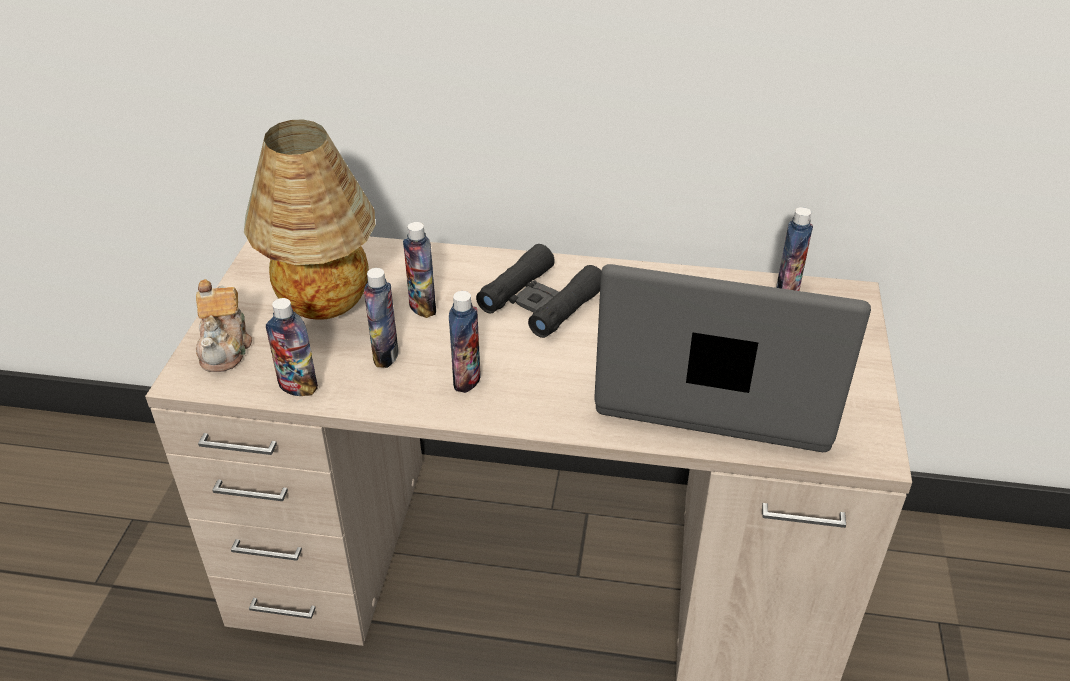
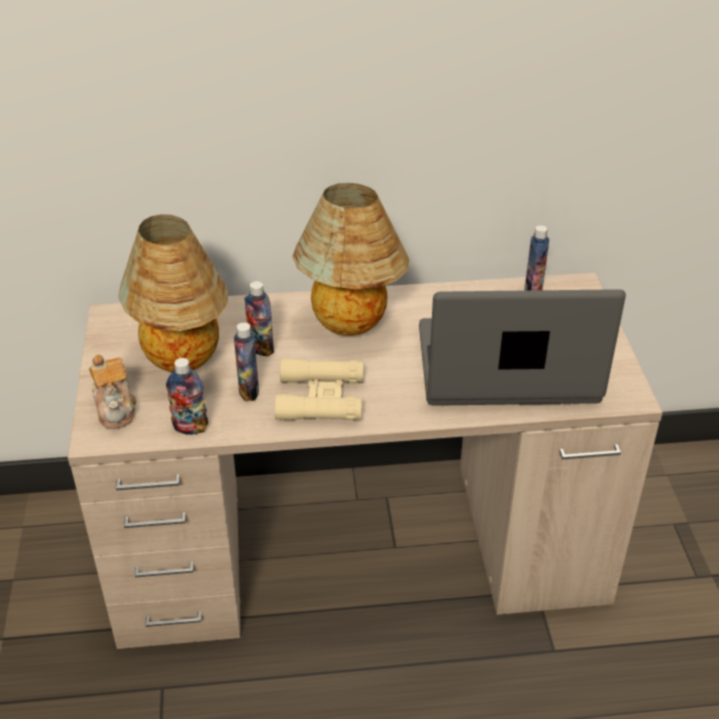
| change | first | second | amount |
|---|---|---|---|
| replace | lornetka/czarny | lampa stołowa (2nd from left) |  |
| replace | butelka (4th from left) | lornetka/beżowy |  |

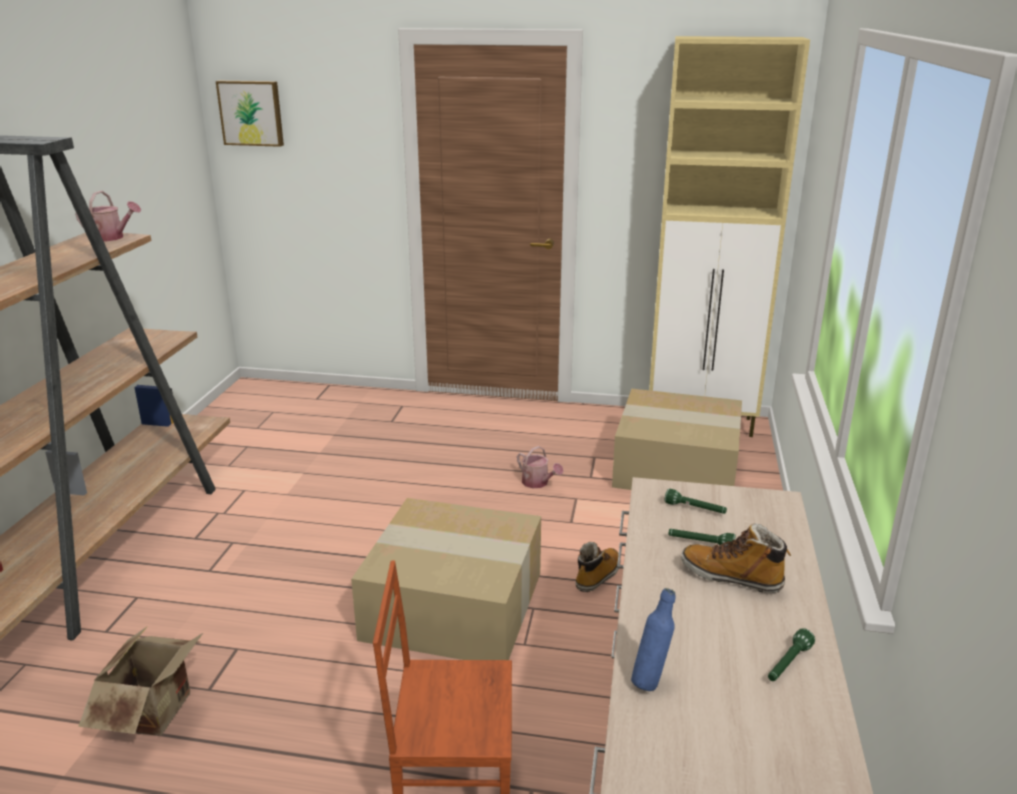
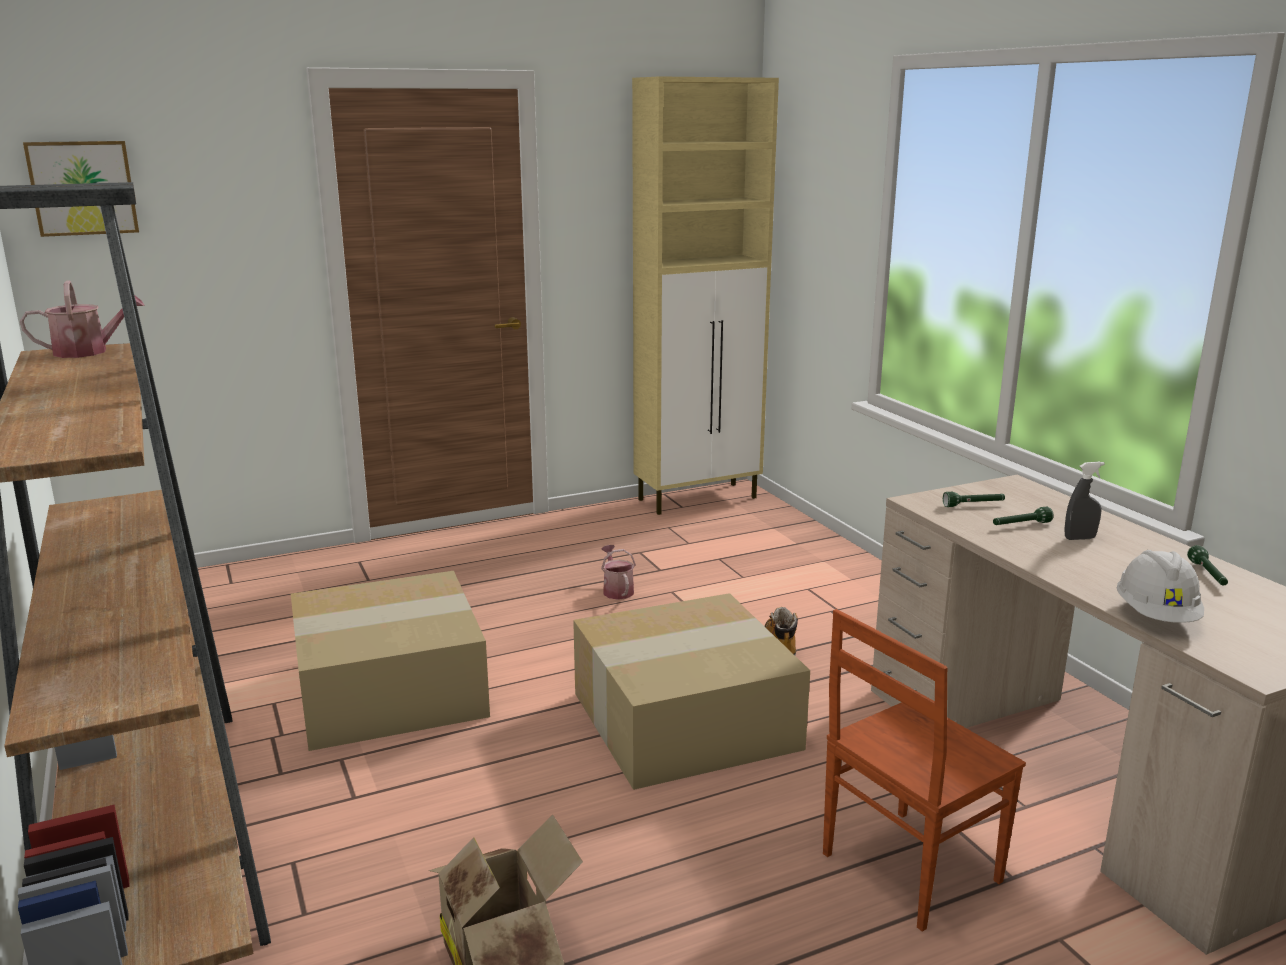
| change | first | second | amount |
|---|---|---|---|
| move | karton (3rd from left in the first image) | karton (1st from left) |  |
| rotate | konewka (2nd from left) |  | 120 degrees counterclockwise |
| replace | but z cholewką (2nd from left) | spryskiwacz/szary |  |
| replace | butelka/niebieski | kask/biały |  |

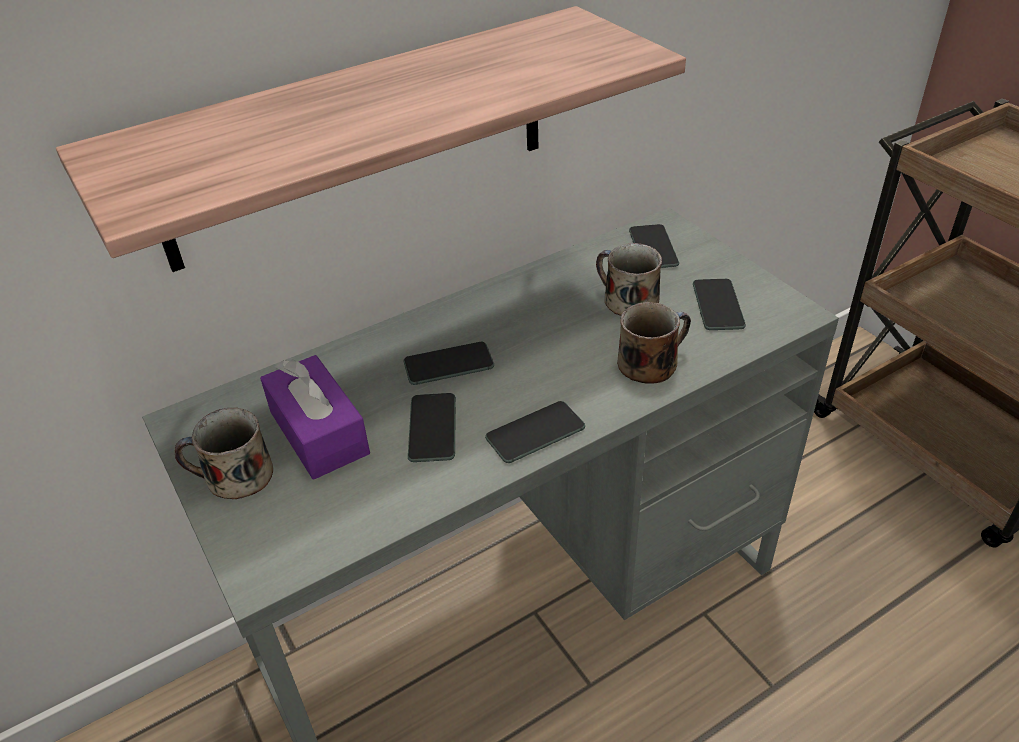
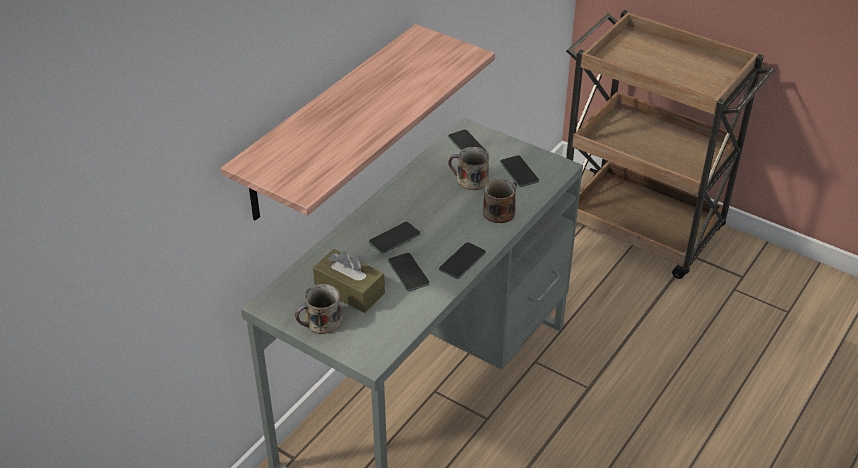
| change | first | second | amount |
|---|---|---|---|
| recolor | pudełko chusteczek/fioletowy | pudełko chusteczek/brązowy |  |

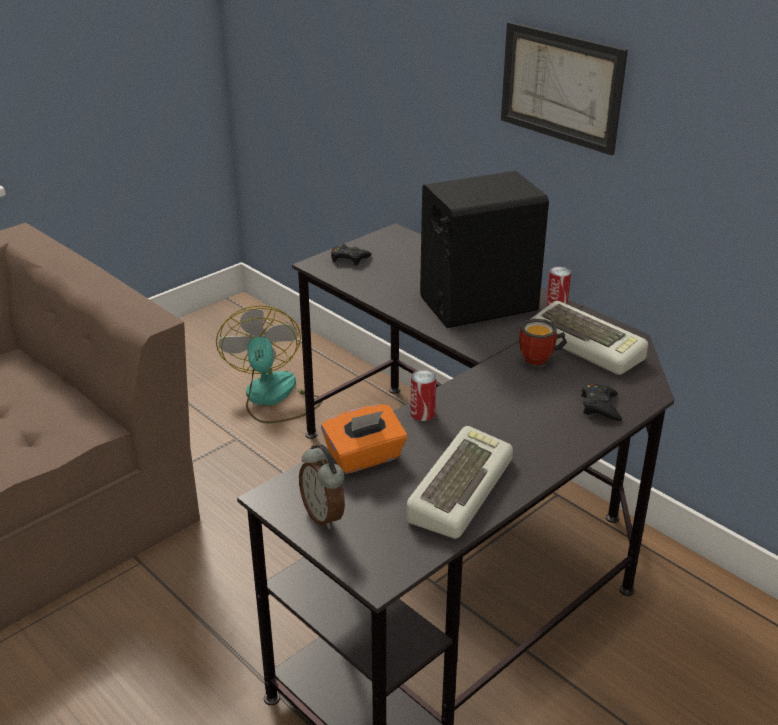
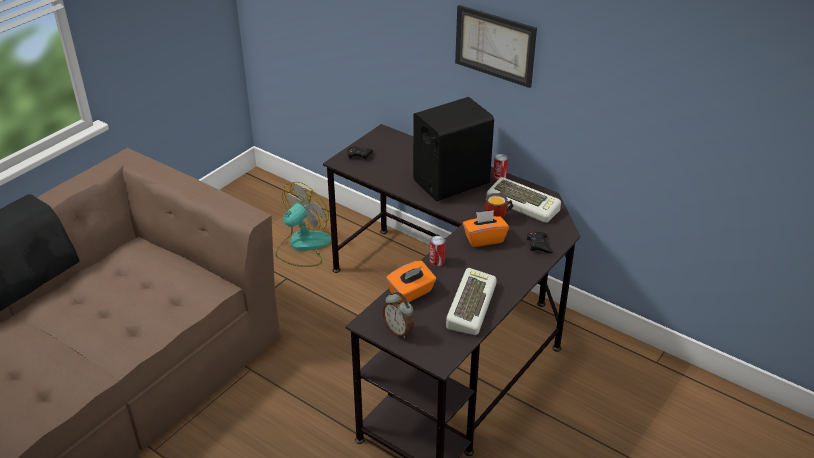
| change | first | second | amount |
|---|---|---|---|
| rotate | wentylator |  | 60 degrees clockwise |
| insert |  | pudełko chusteczek/pomarańczowy (2nd from left) |  |

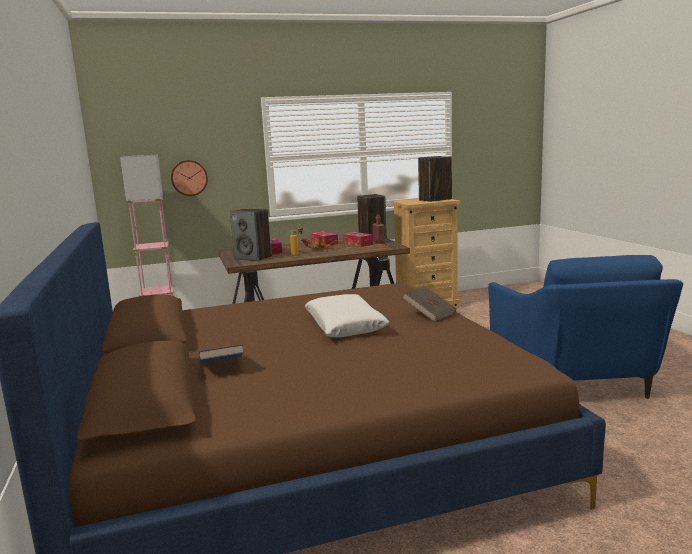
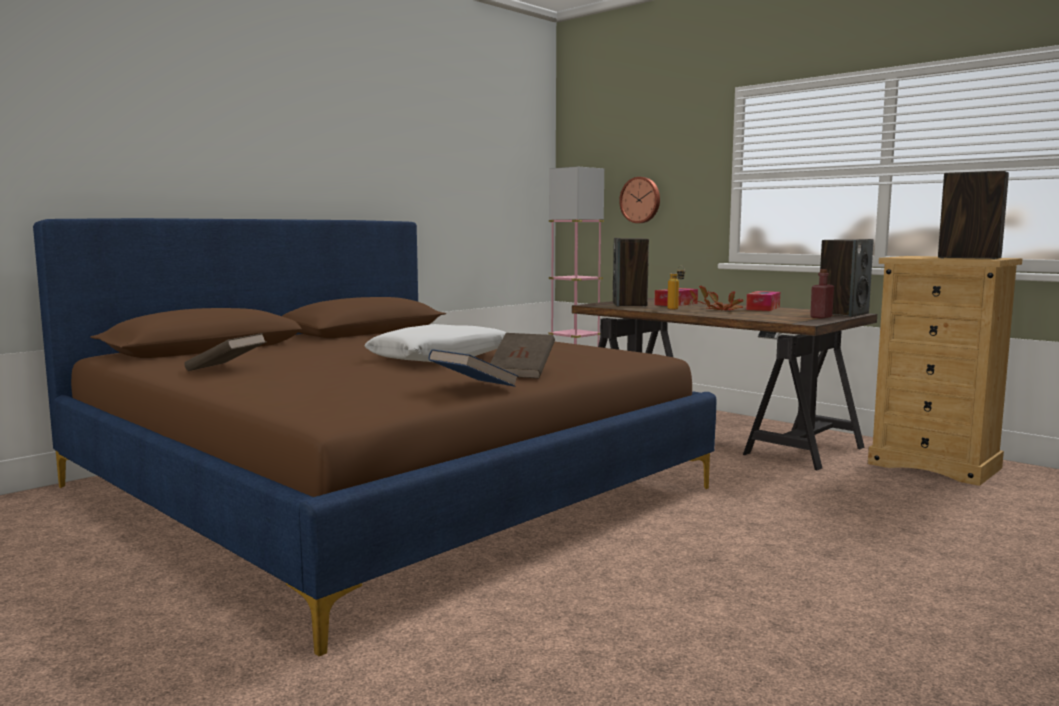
| change | first | second | amount |
|---|---|---|---|
| delete | pudełko chusteczek (3rd from left) |  |  |
| delete | fotel/niebieski |  |  |
| move | książka/niebieski |  |  |
| insert |  | książka/brązowy (1st from left) |  |

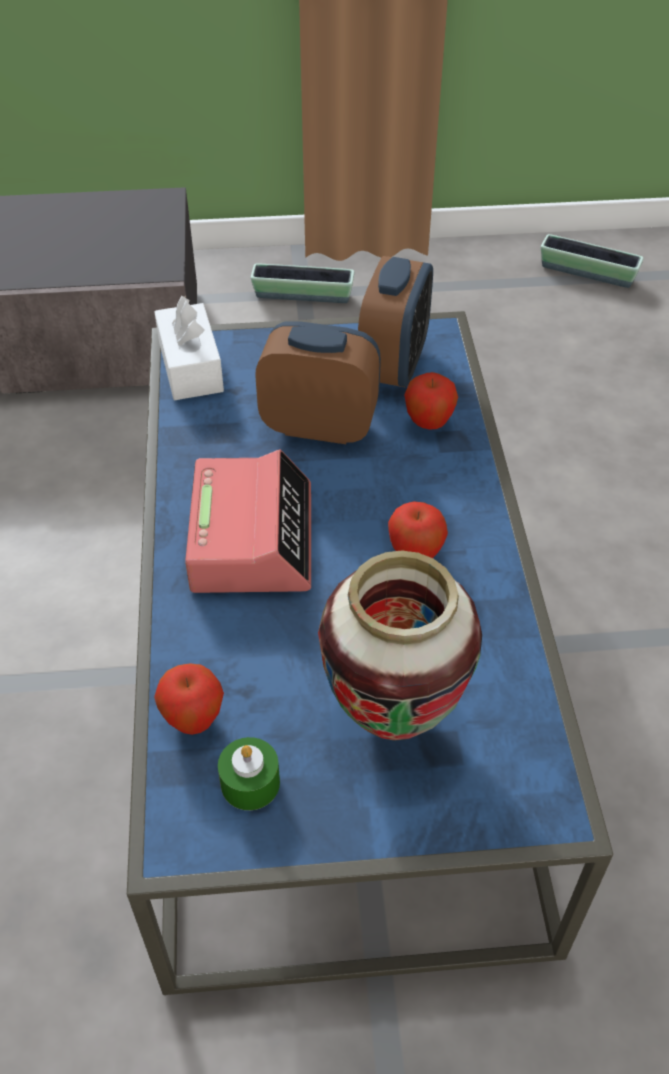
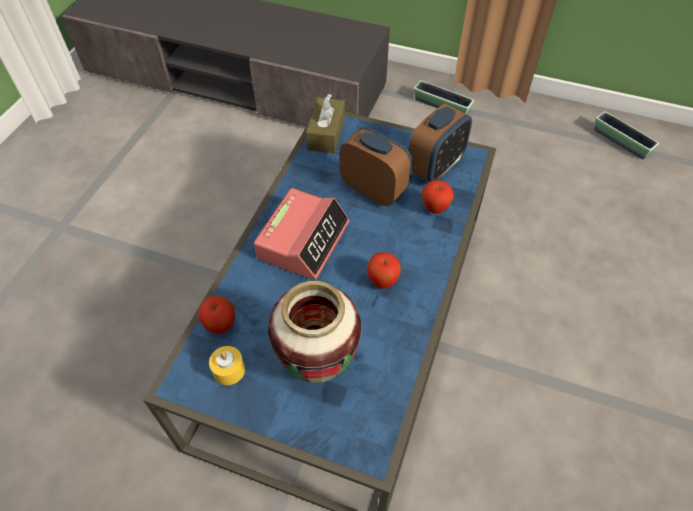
| change | first | second | amount |
|---|---|---|---|
| recolor | pudełko chusteczek/biały | pudełko chusteczek/brązowy |  |
| recolor | świeca/zielony | świeca/żółty |  |

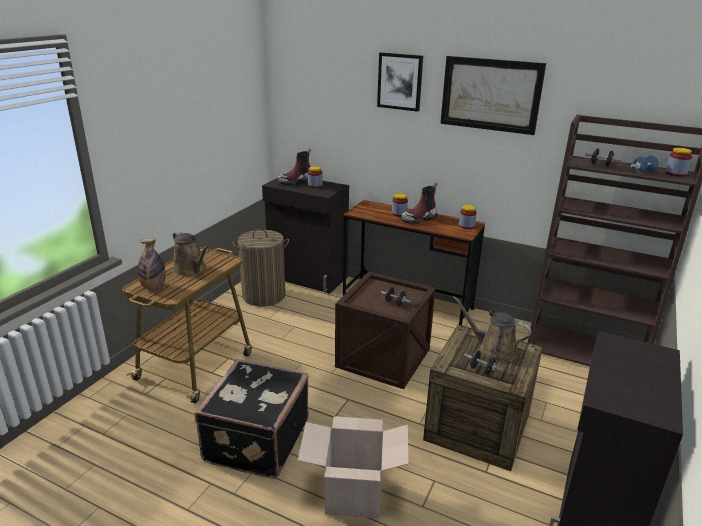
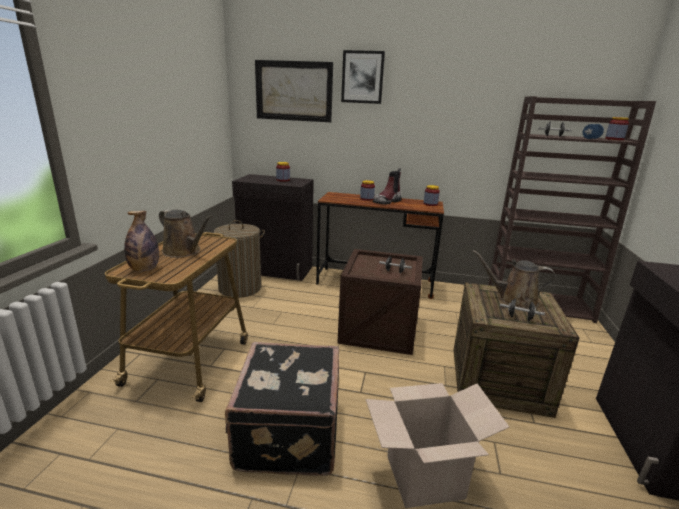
| change | first | second | amount |
|---|---|---|---|
| move | obraz (2nd from left in the first image) | obraz (1st from left) |  |
| delete | but z cholewką (1st from left) |  |  |

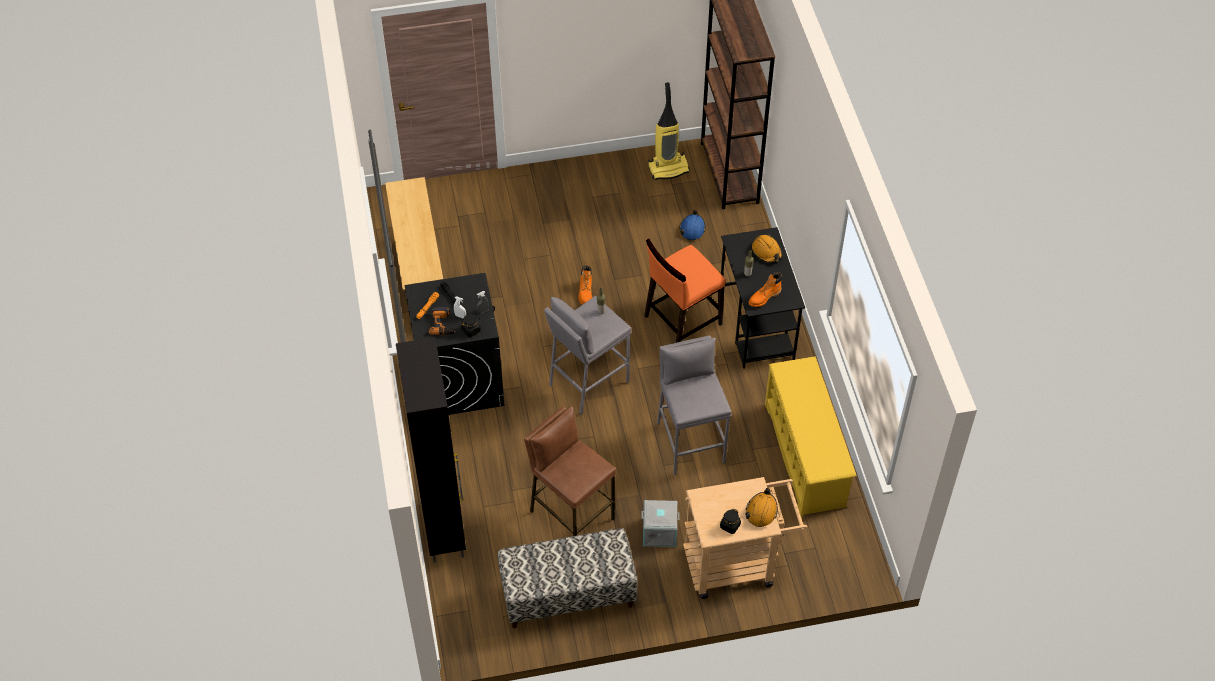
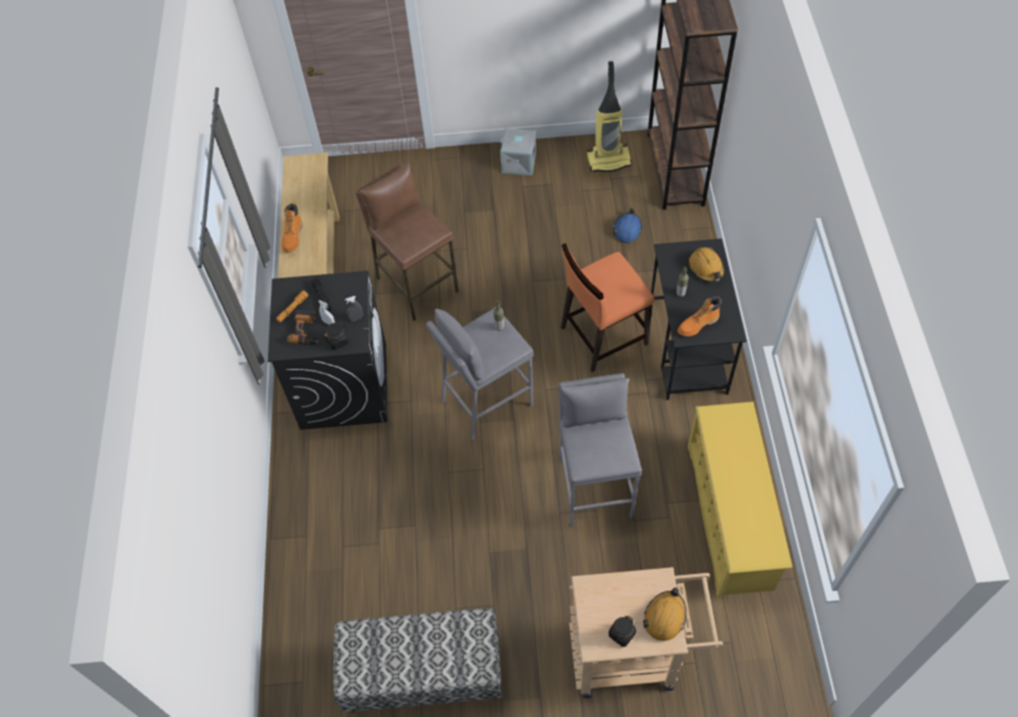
| change | first | second | amount |
|---|---|---|---|
| move | but z cholewką/pomarańczowy (1st from left) |  |  |
| delete | szafka/czarny |  |  |
| move | stołek/brązowy |  |  |
| move | pojemnik do przechowywania/szary |  |  |

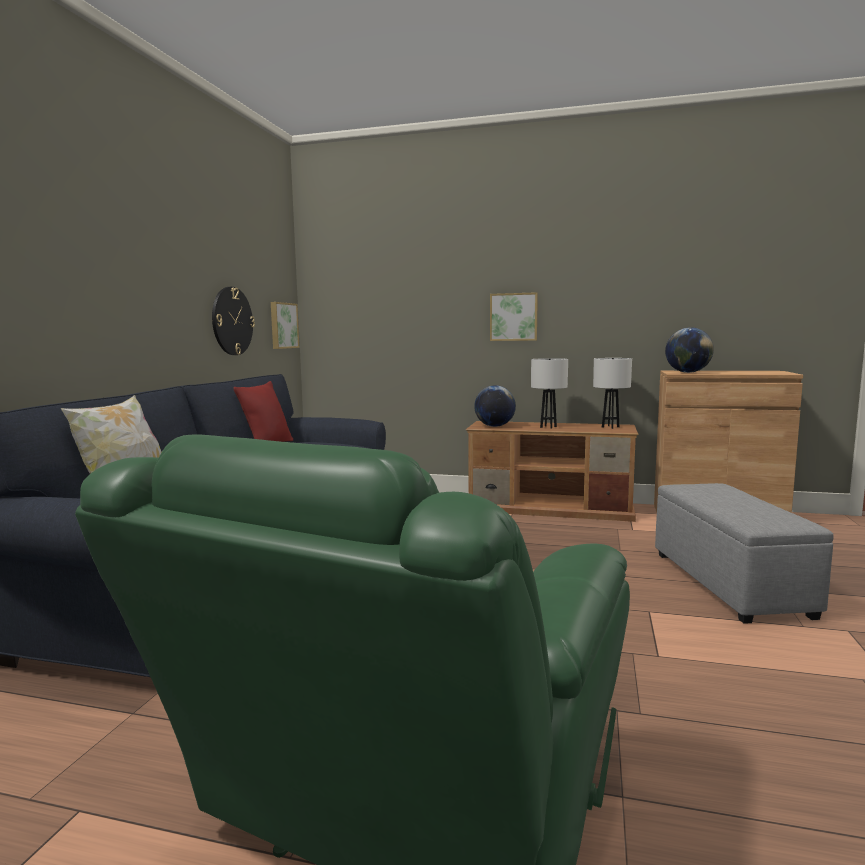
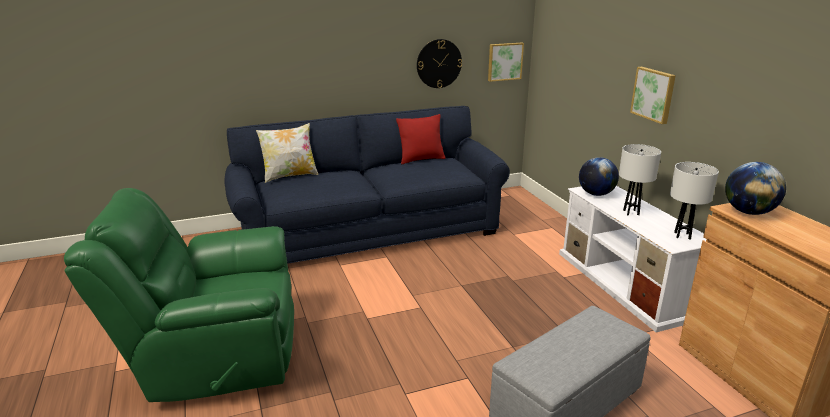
| change | first | second | amount |
|---|---|---|---|
| recolor | szafka pod telewizor/brązowy | szafka pod telewizor/biały |  |

